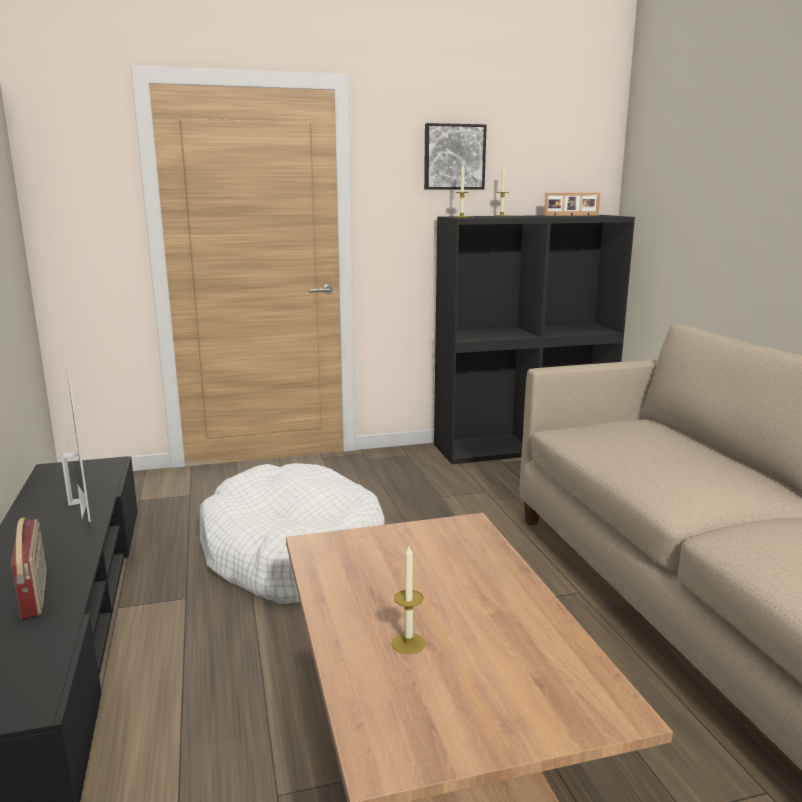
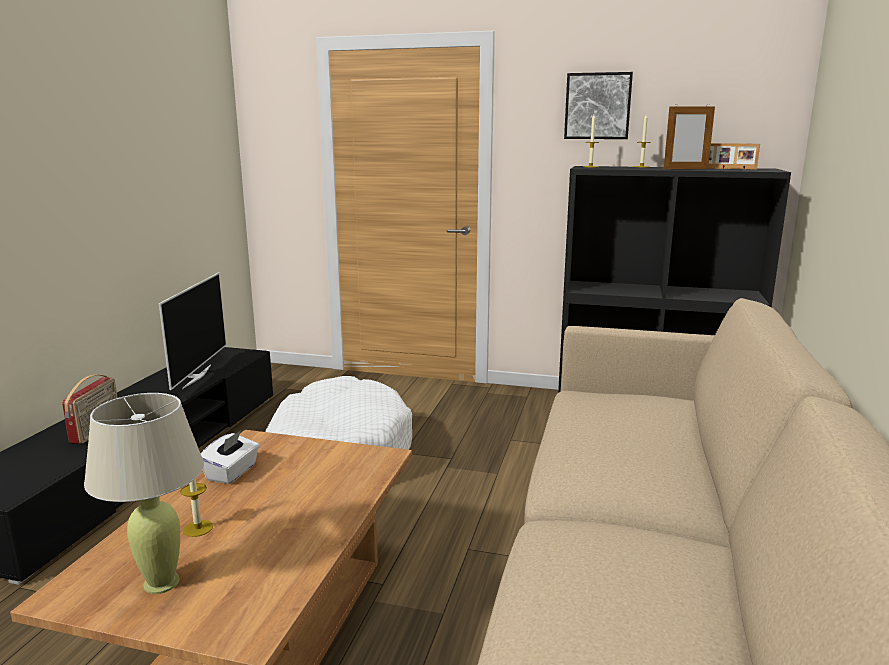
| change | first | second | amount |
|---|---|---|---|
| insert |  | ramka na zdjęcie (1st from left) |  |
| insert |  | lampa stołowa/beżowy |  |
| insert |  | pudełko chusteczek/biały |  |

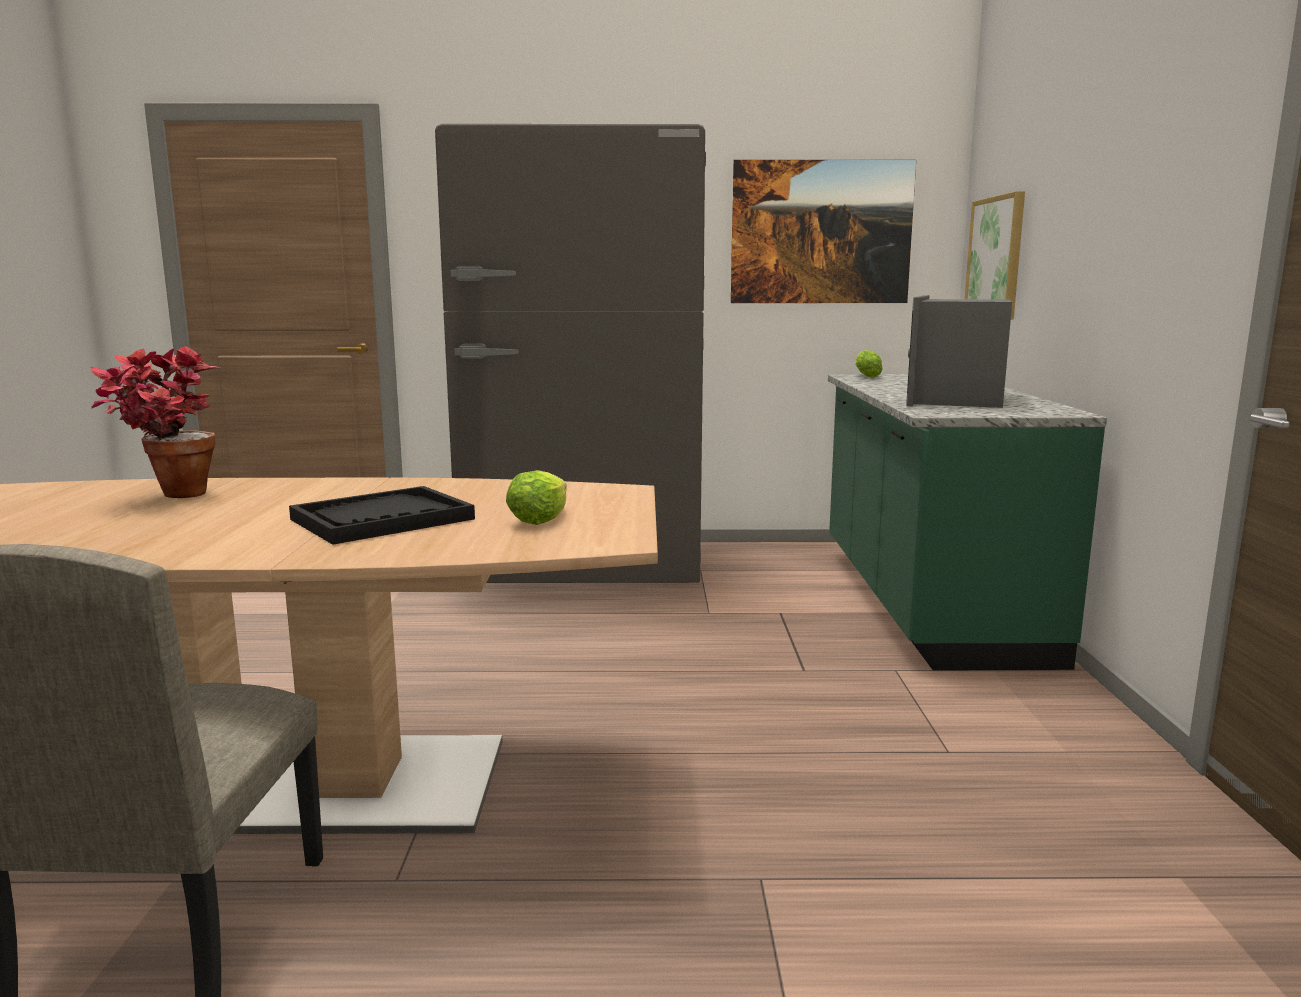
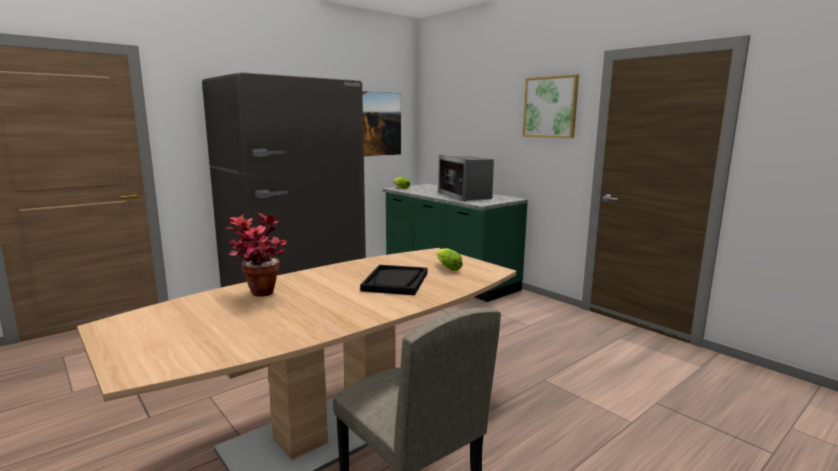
| change | first | second | amount |
|---|---|---|---|
| move | obraz (2nd from left) |  |  |

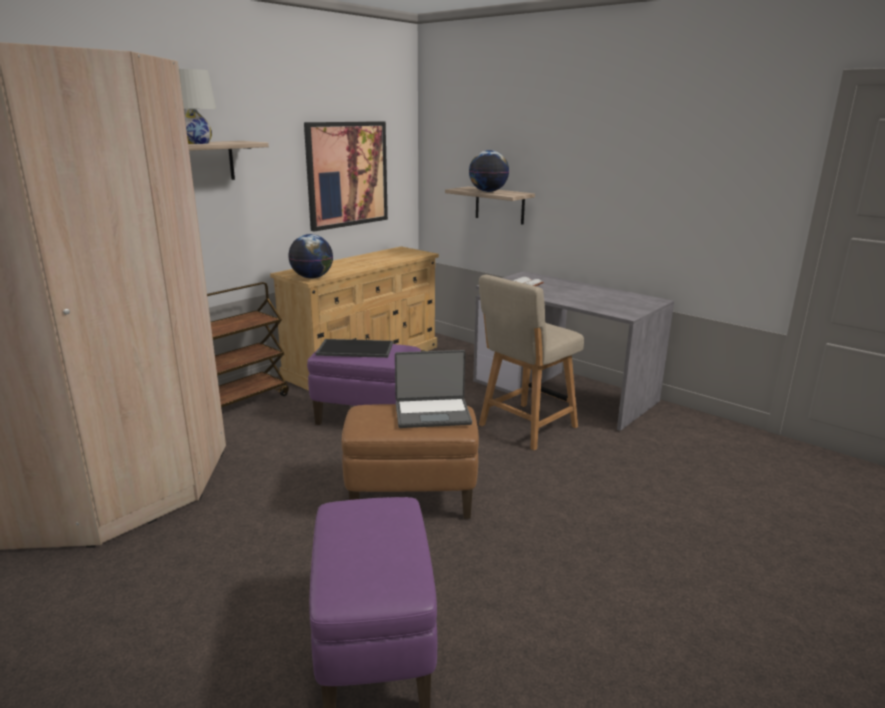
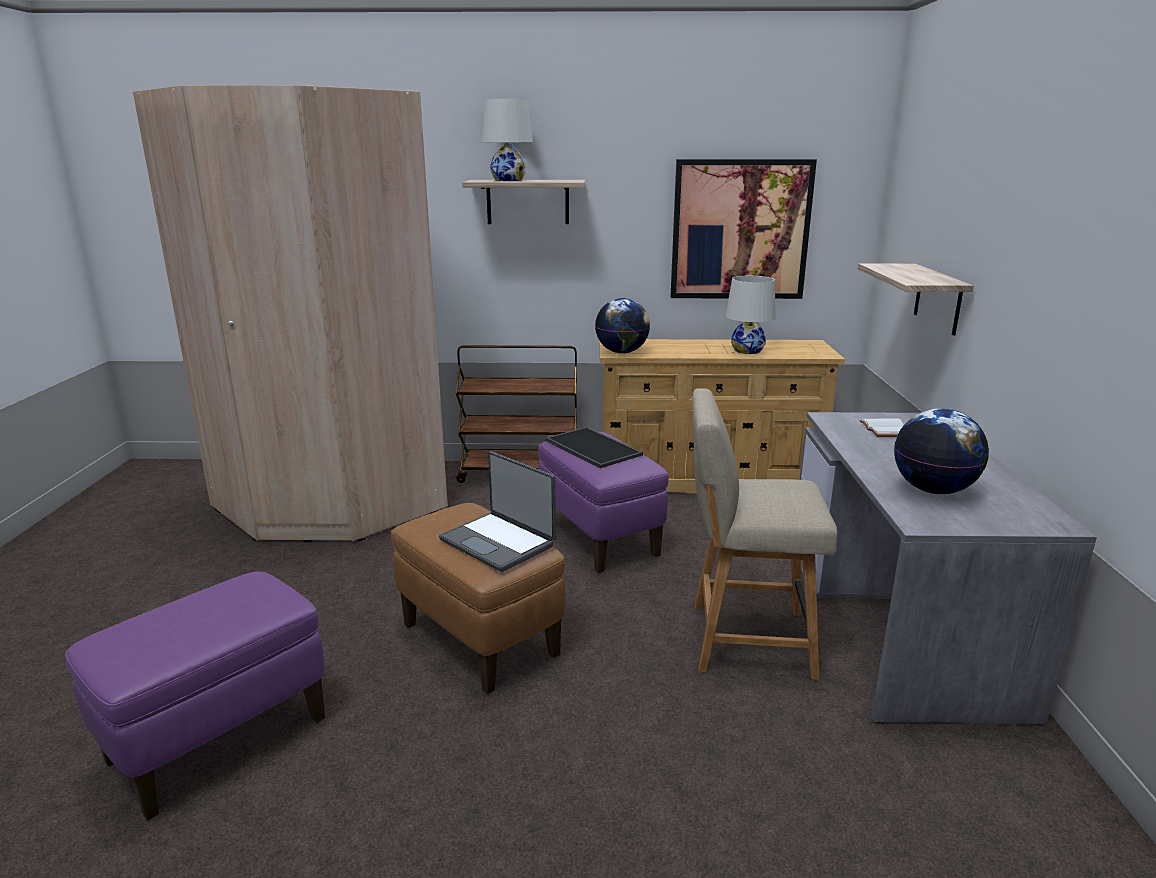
| change | first | second | amount |
|---|---|---|---|
| move | globus (2nd from left) |  |  |
| insert |  | lampa stołowa/biały (2nd from left) |  |

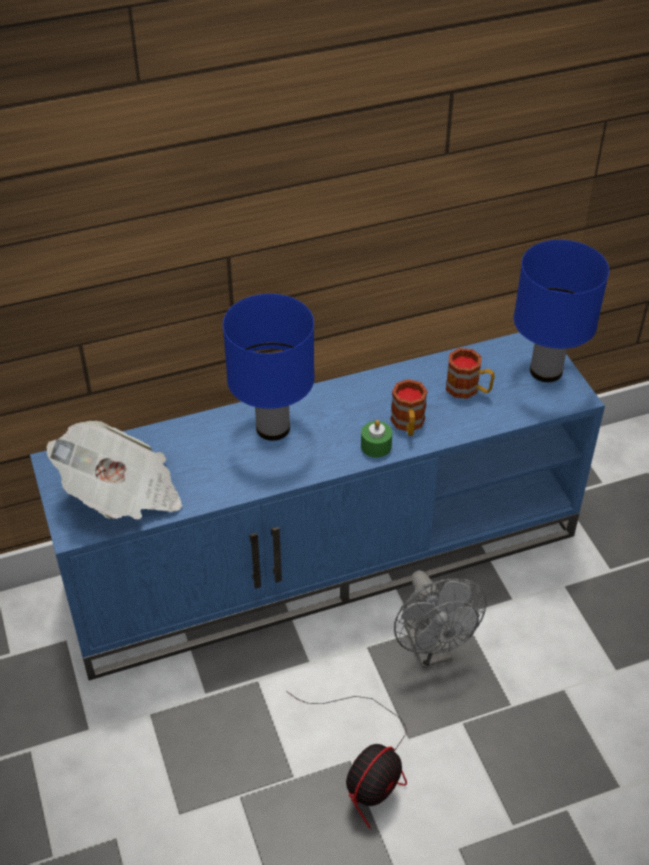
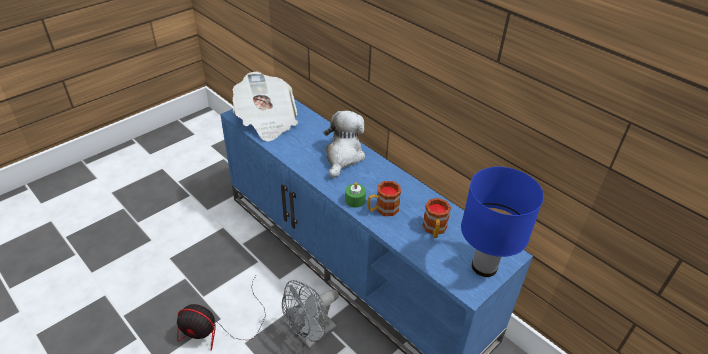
| change | first | second | amount |
|---|---|---|---|
| replace | lampa stołowa/niebieski (1st from left) | pluszak |  |

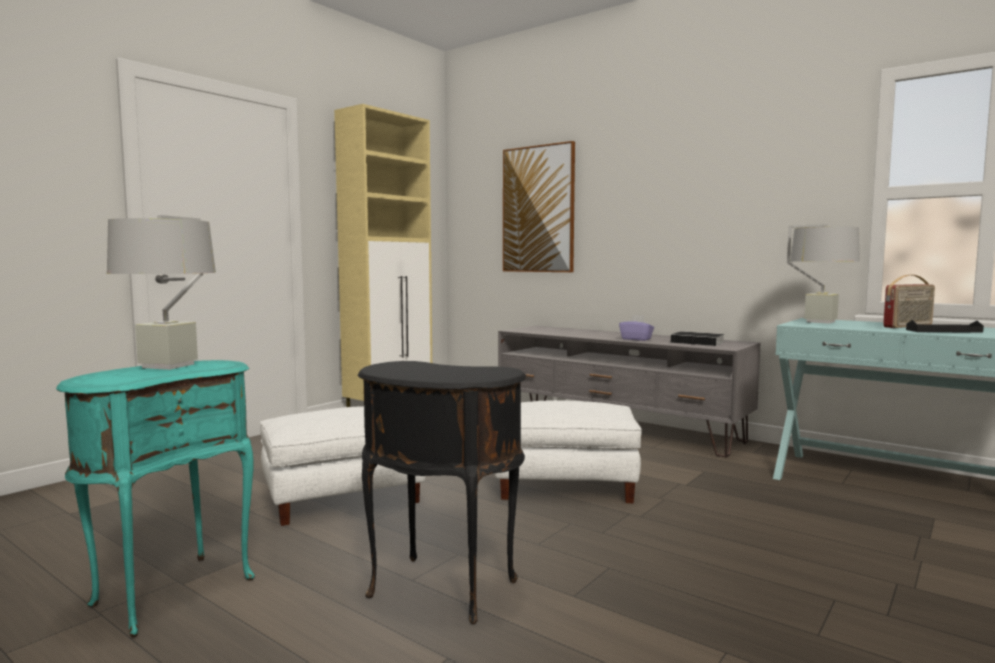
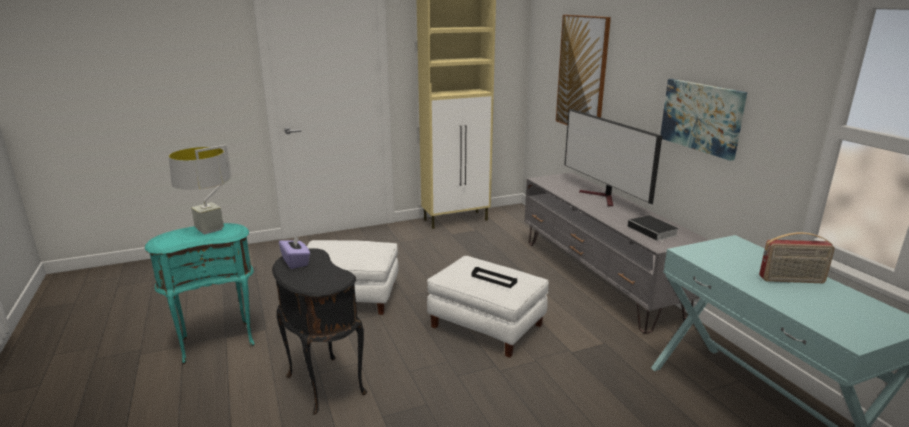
| change | first | second | amount |
|---|---|---|---|
| delete | lampa stołowa/szary (2nd from left) |  |  |
| move | pudełko chusteczek/fioletowy |  |  |
| move | taca/czarny |  |  |
| insert |  | obraz (2nd from left) |  |
| insert |  | telewizor |  |

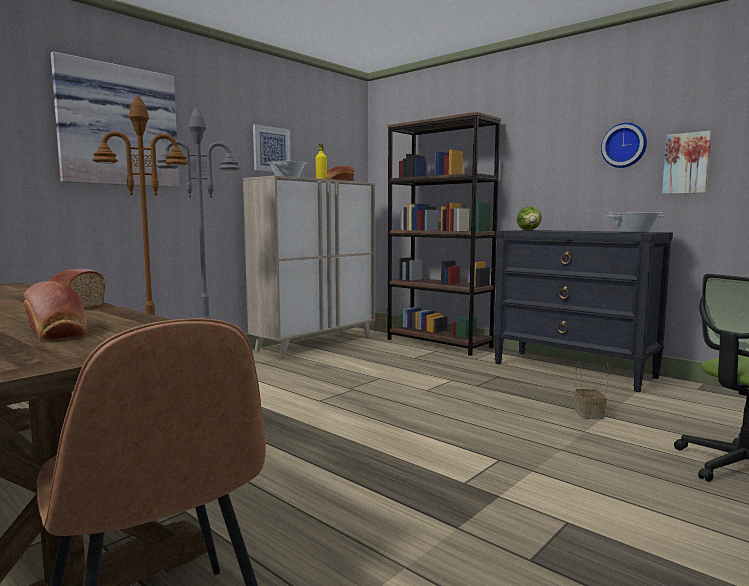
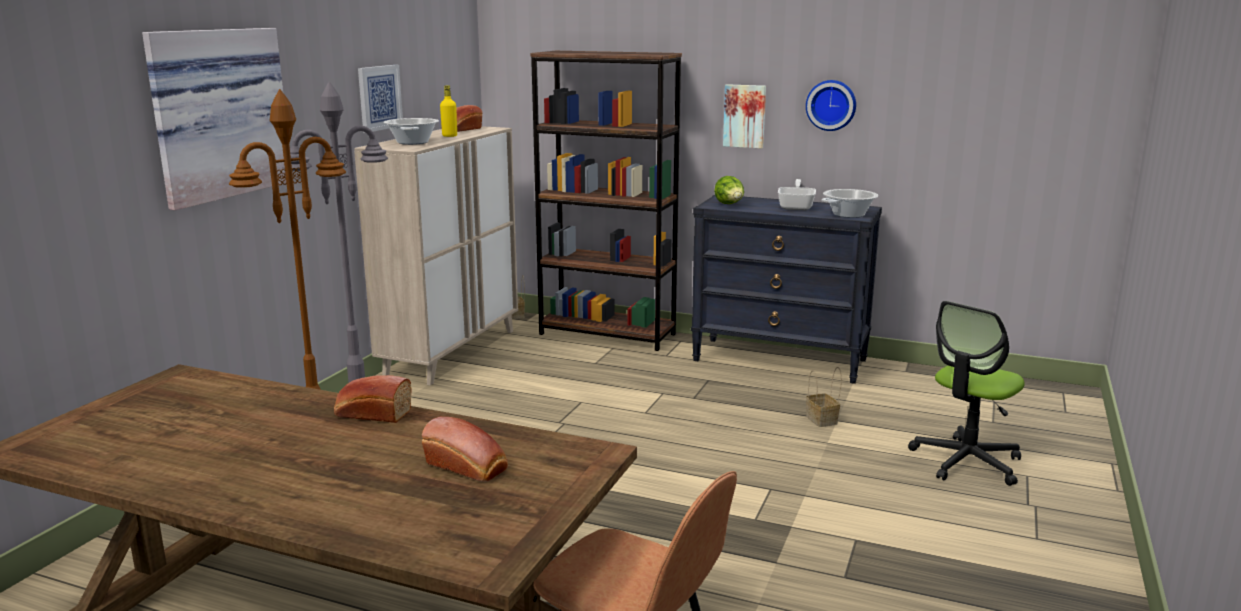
| change | first | second | amount |
|---|---|---|---|
| move | obraz (3rd from left) |  |  |
| insert |  | patelnia |  |

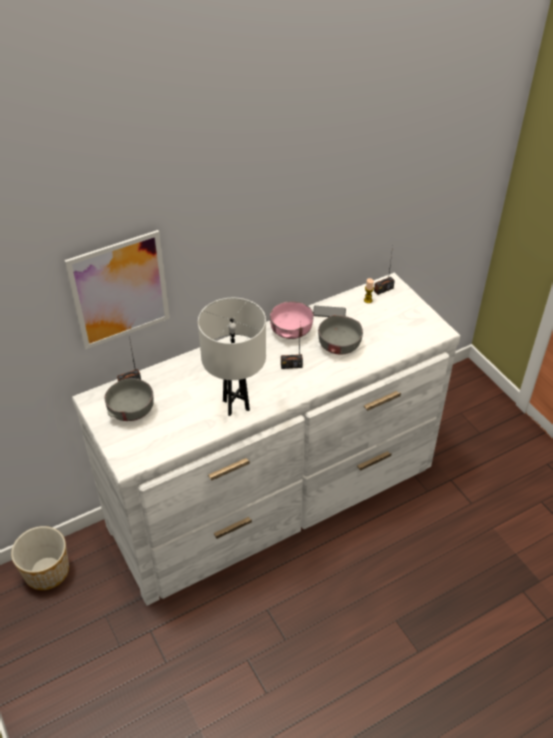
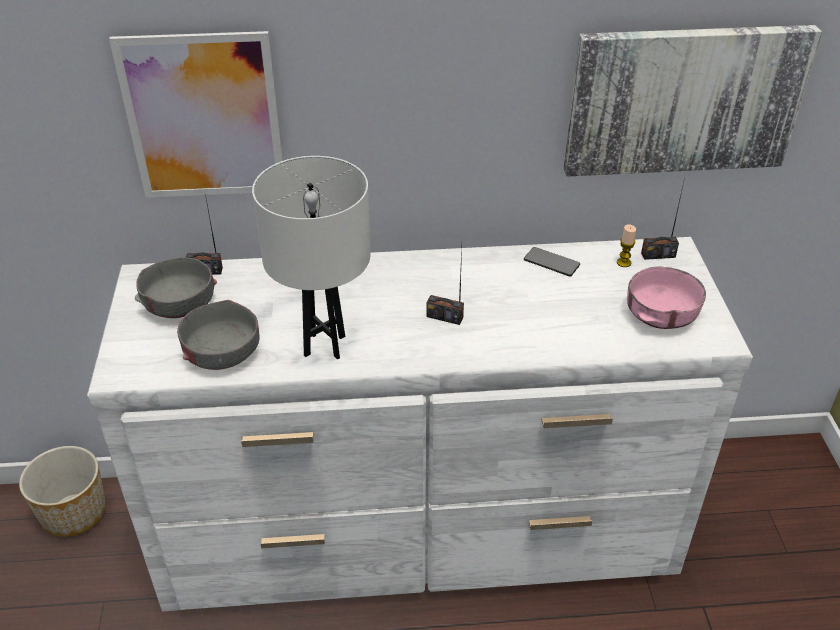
| change | first | second | amount |
|---|---|---|---|
| move | miska/różowy |  |  |
| move | miska/szary (2nd from left) |  |  |
| insert |  | obraz (2nd from left) |  |

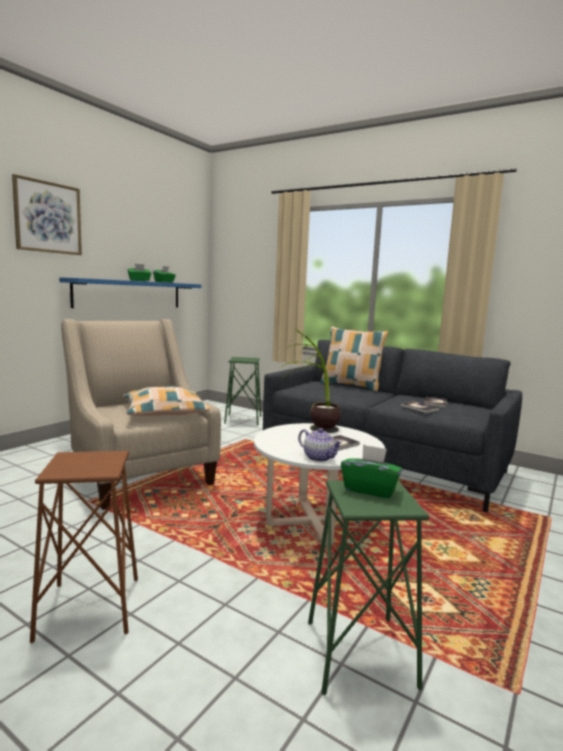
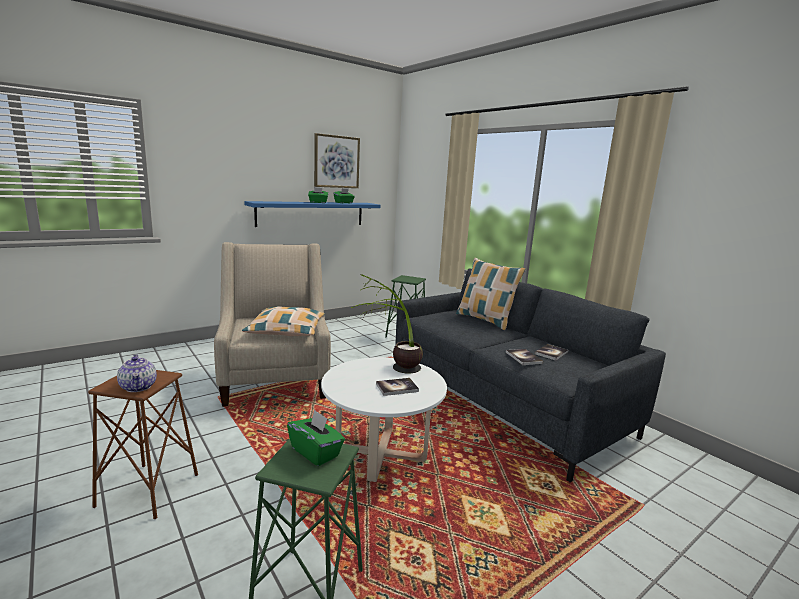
| change | first | second | amount |
|---|---|---|---|
| move | obraz |  |  |
| move | imbryk |  |  |

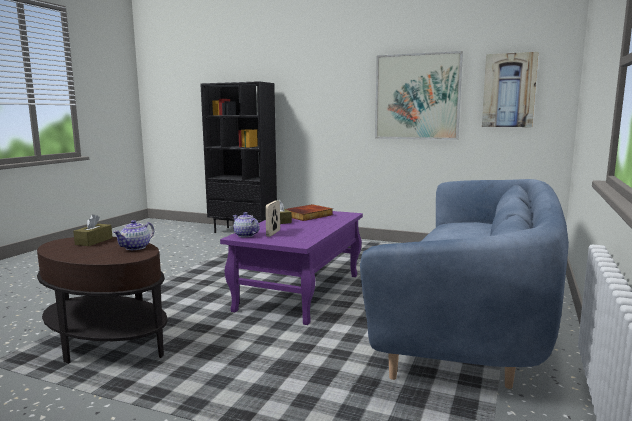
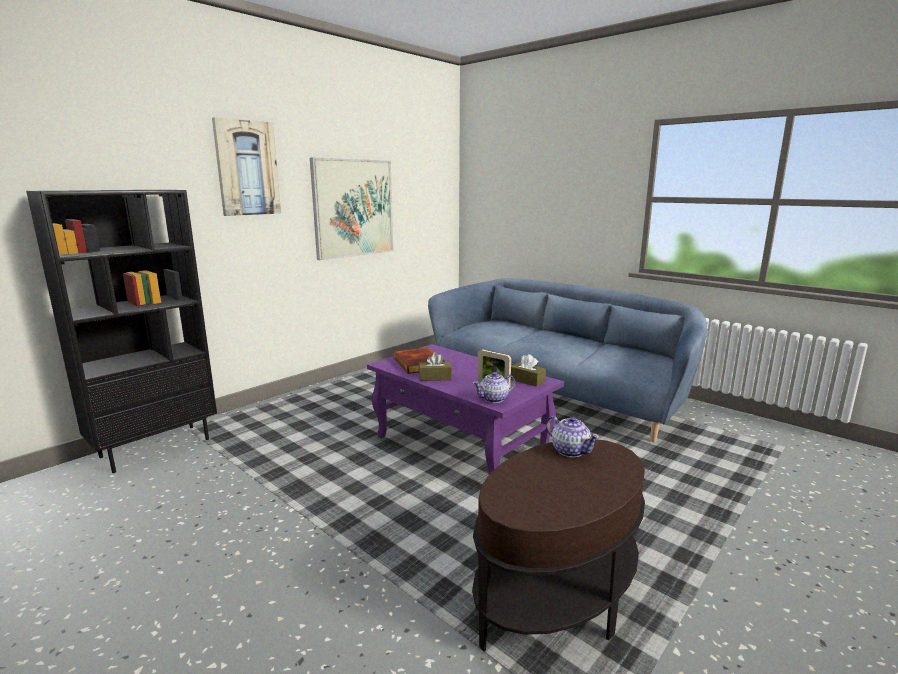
| change | first | second | amount |
|---|---|---|---|
| move | obraz (2nd from left in the first image) | obraz (1st from left) |  |
| move | pudełko chusteczek/brązowy (1st from left in the first image) | pudełko chusteczek/brązowy (2nd from left) |  |

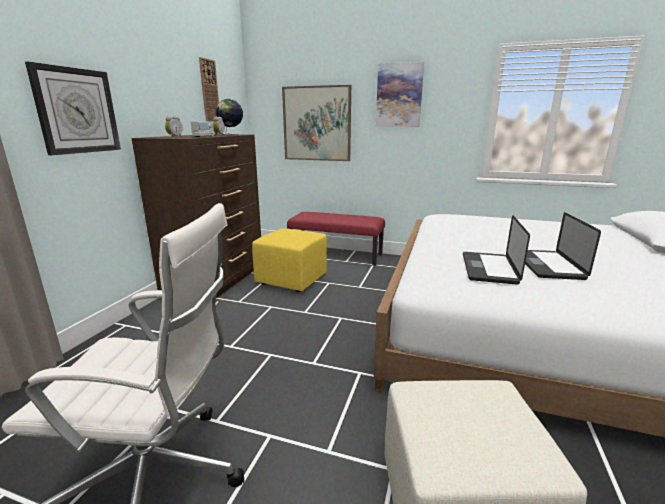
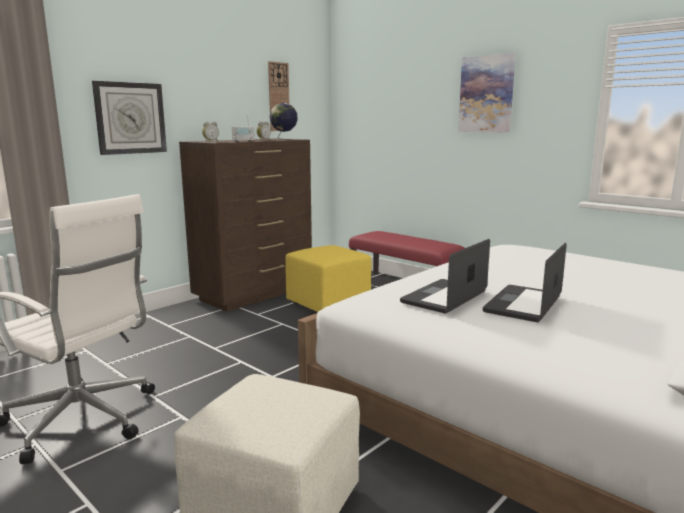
| change | first | second | amount |
|---|---|---|---|
| delete | obraz (1st from left) |  |  |

